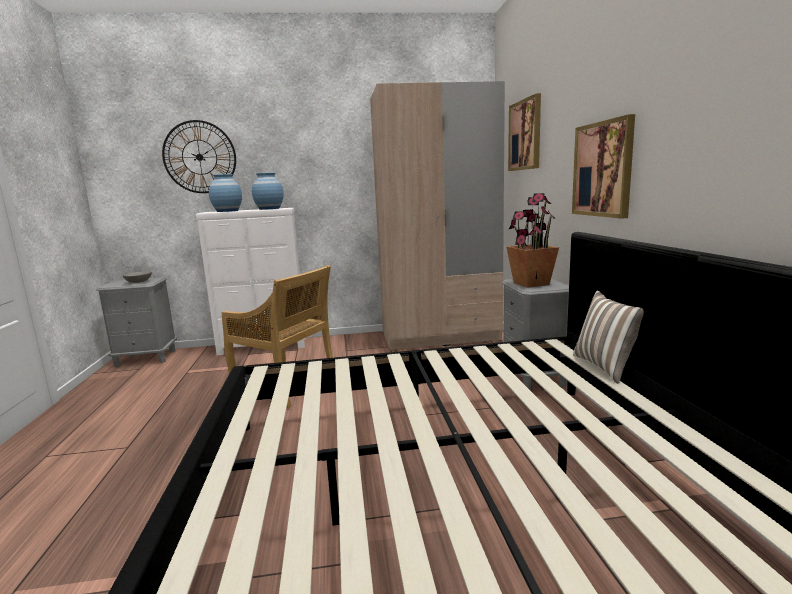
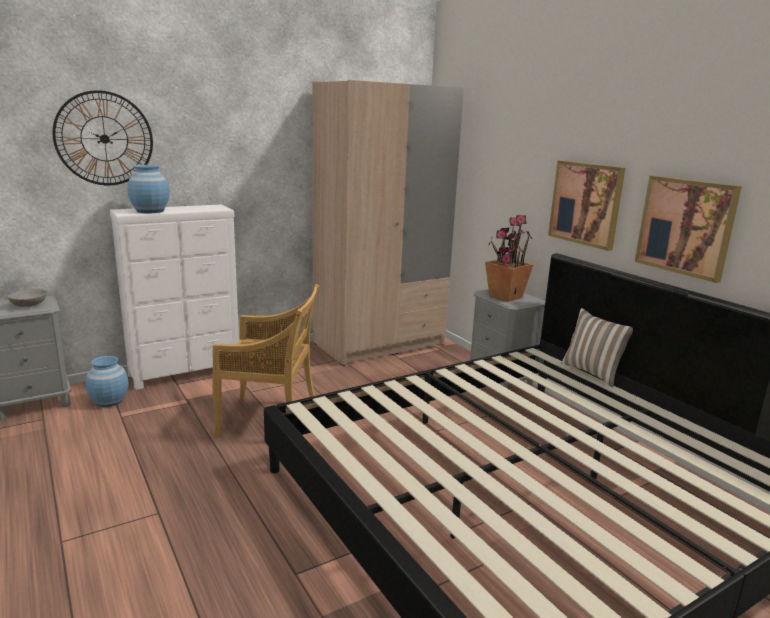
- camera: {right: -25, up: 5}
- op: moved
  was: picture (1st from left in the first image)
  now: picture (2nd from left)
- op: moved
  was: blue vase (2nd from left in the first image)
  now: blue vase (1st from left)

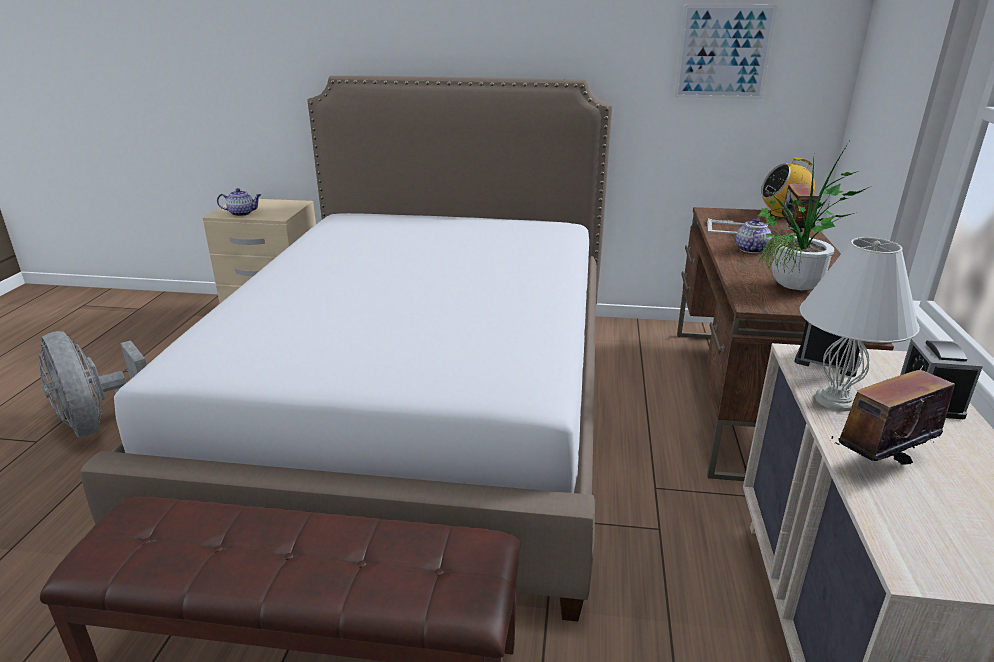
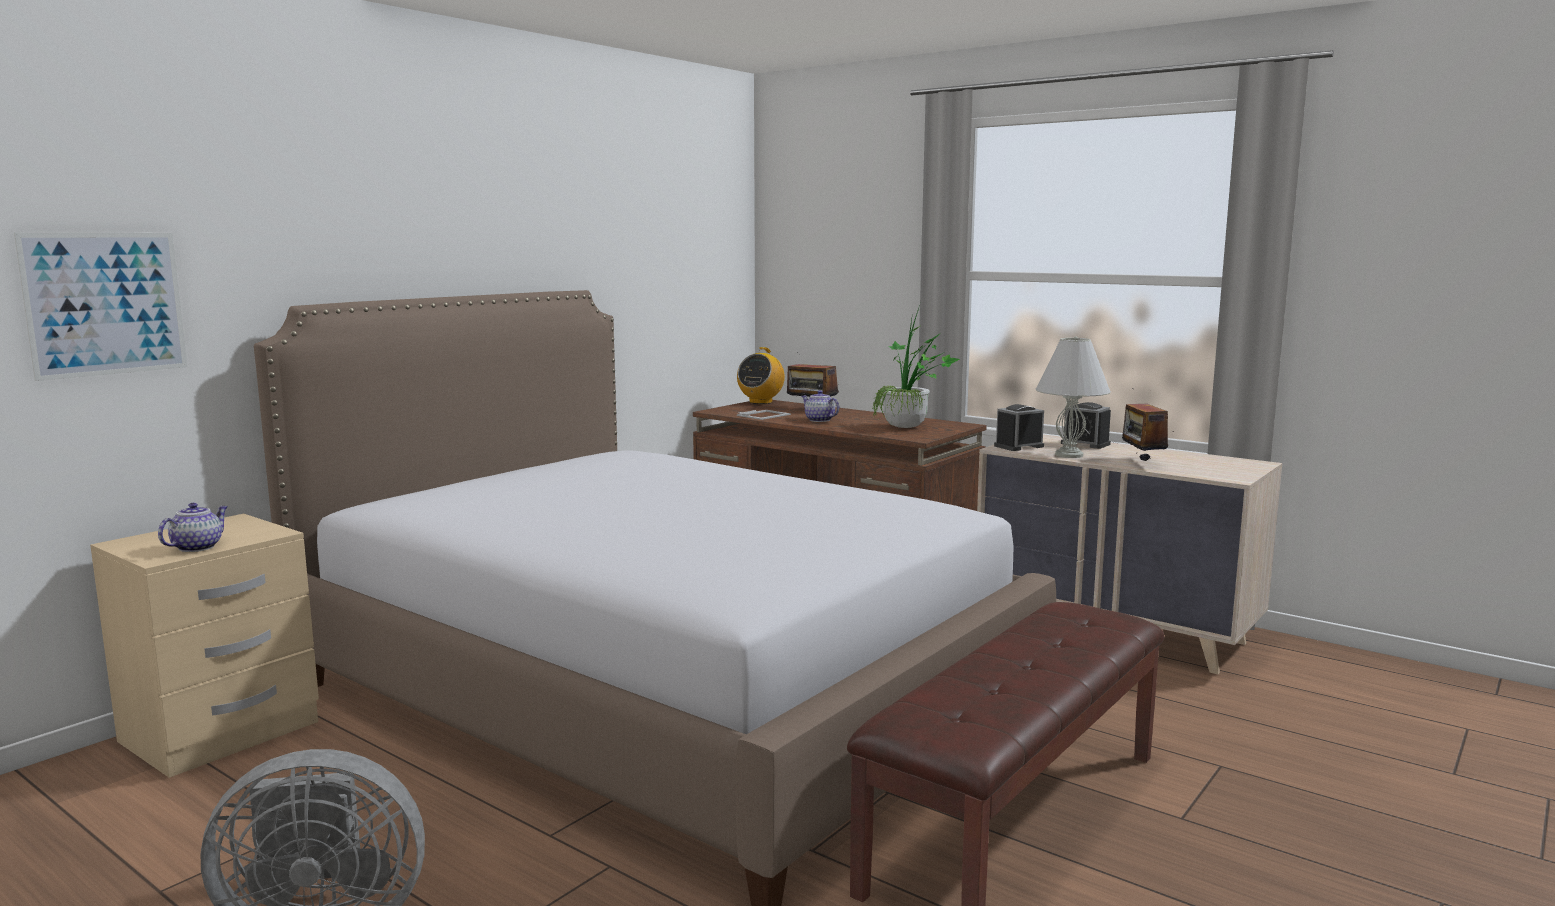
- camera: {right: -60, up: -15}
- op: moved
  was: picture

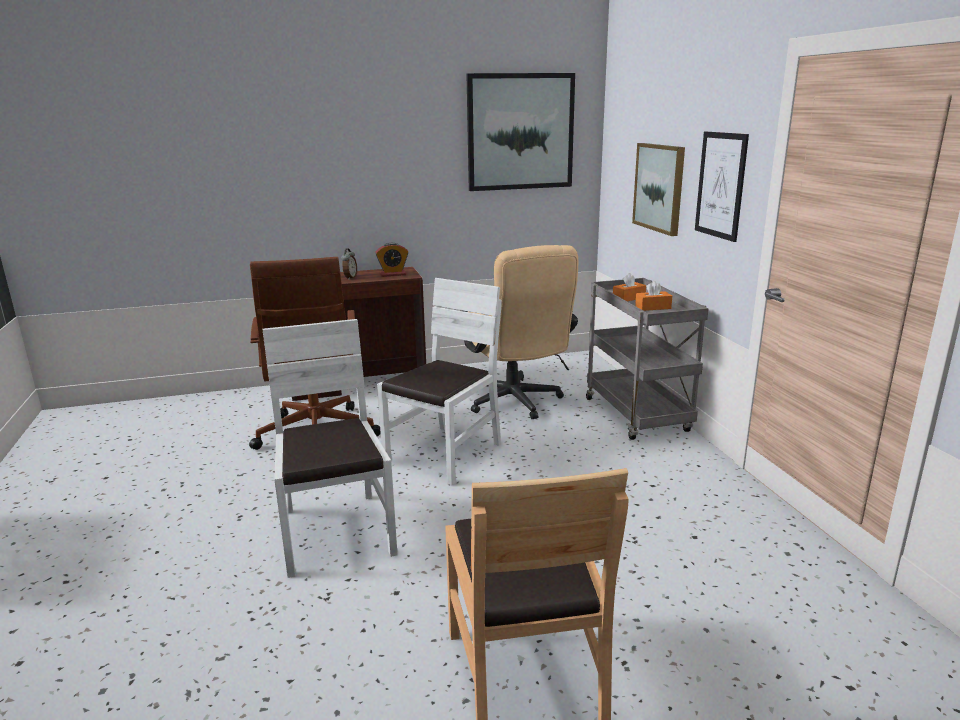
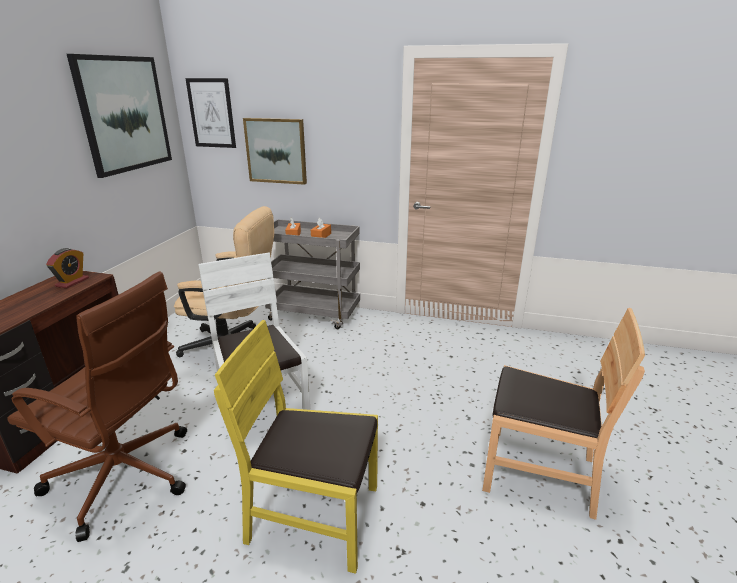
- camera: {right: -60, up: 5}
- op: moved
  was: picture (3rd from left in the first image)
  now: picture (2nd from left)
- op: removed
  was: alarm clock (1st from left)
- op: recoloured
  was: white chair (1st from left)
  now: yellow chair

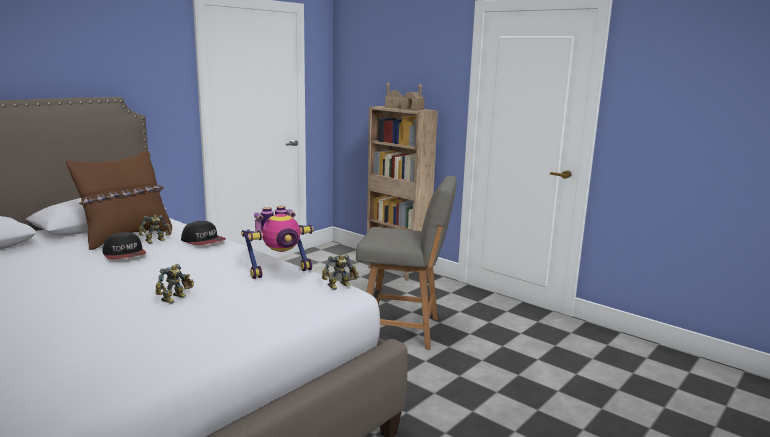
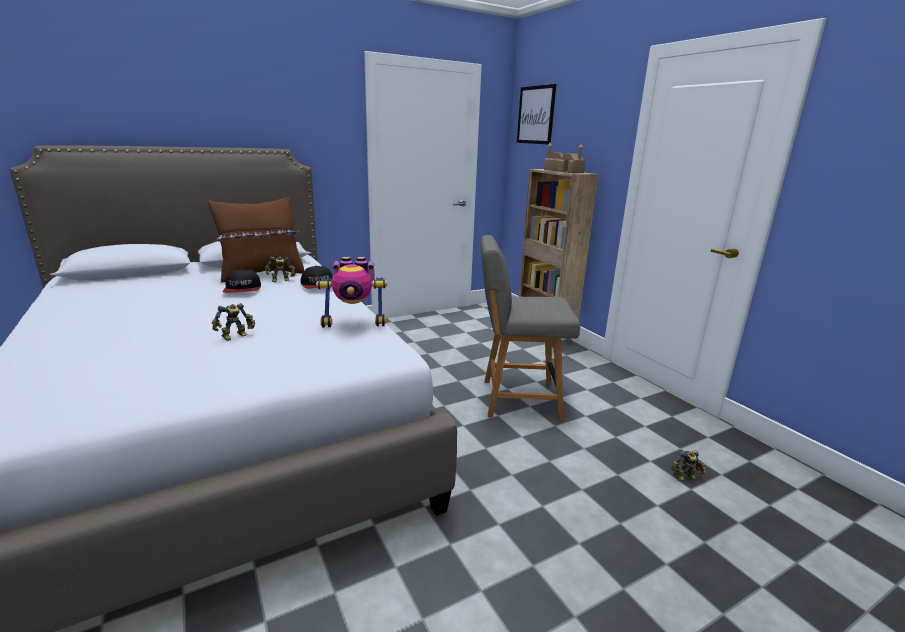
- camera: {right: 20, up: 5}
- op: turned
  was: grey chair
  clockwise: 150
- op: moved
  was: toy robot (4th from left)
- op: added
  now: picture

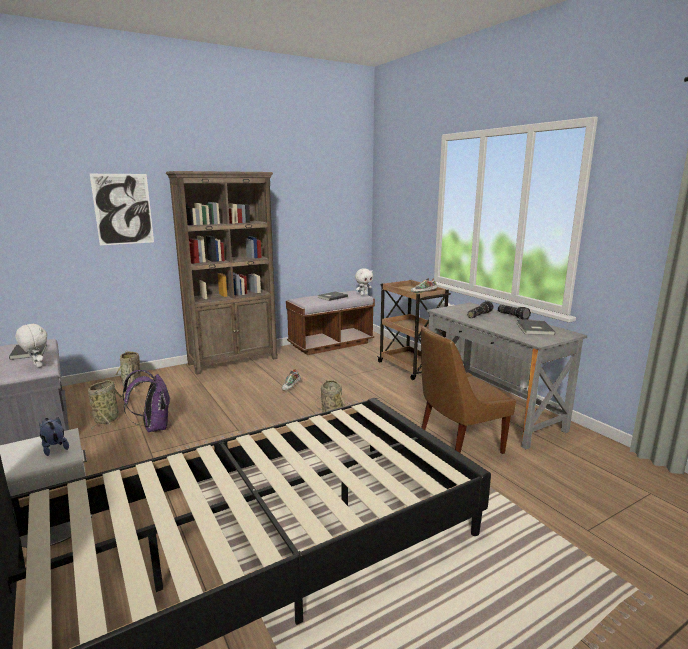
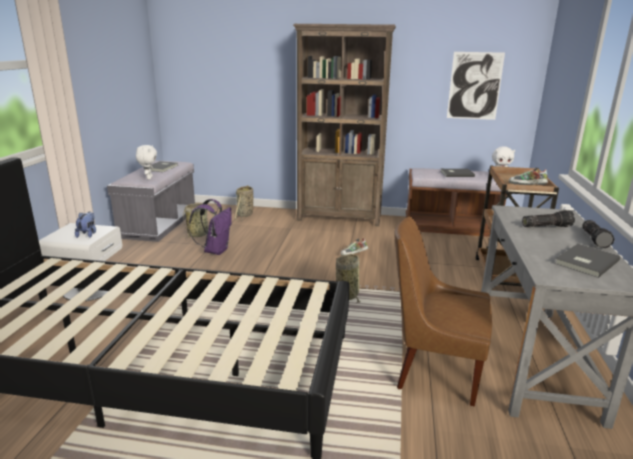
- camera: {right: 40, up: 5}
- op: moved
  was: picture

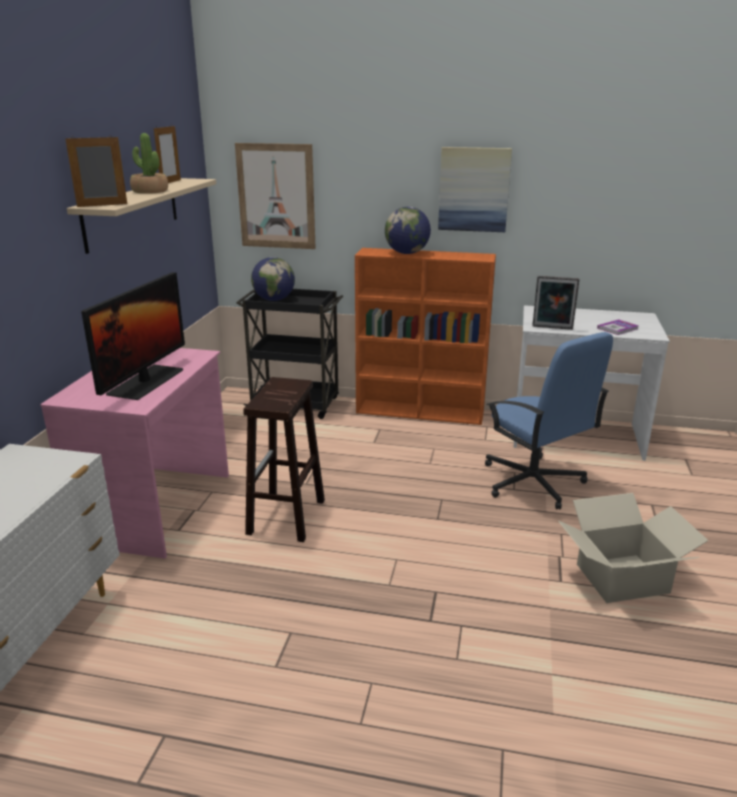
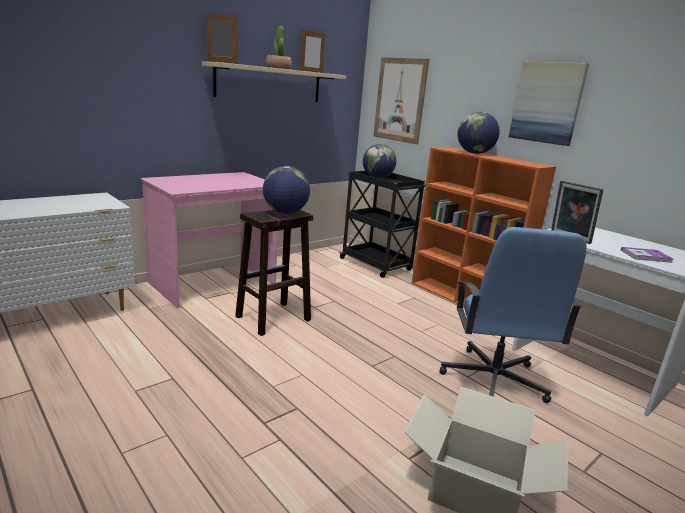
- camera: {right: 35, up: -5}
- op: removed
  was: monitor
- op: added
  now: globe (1st from left)

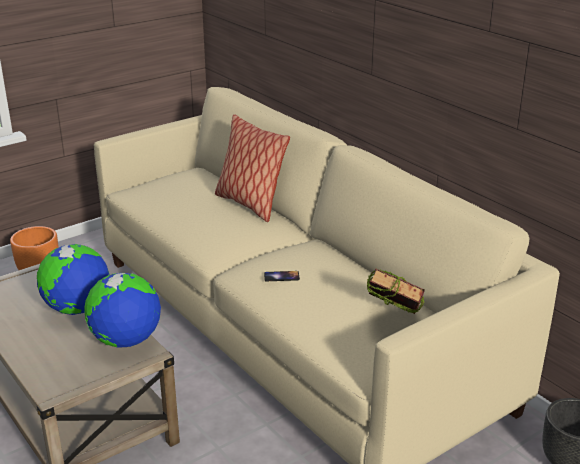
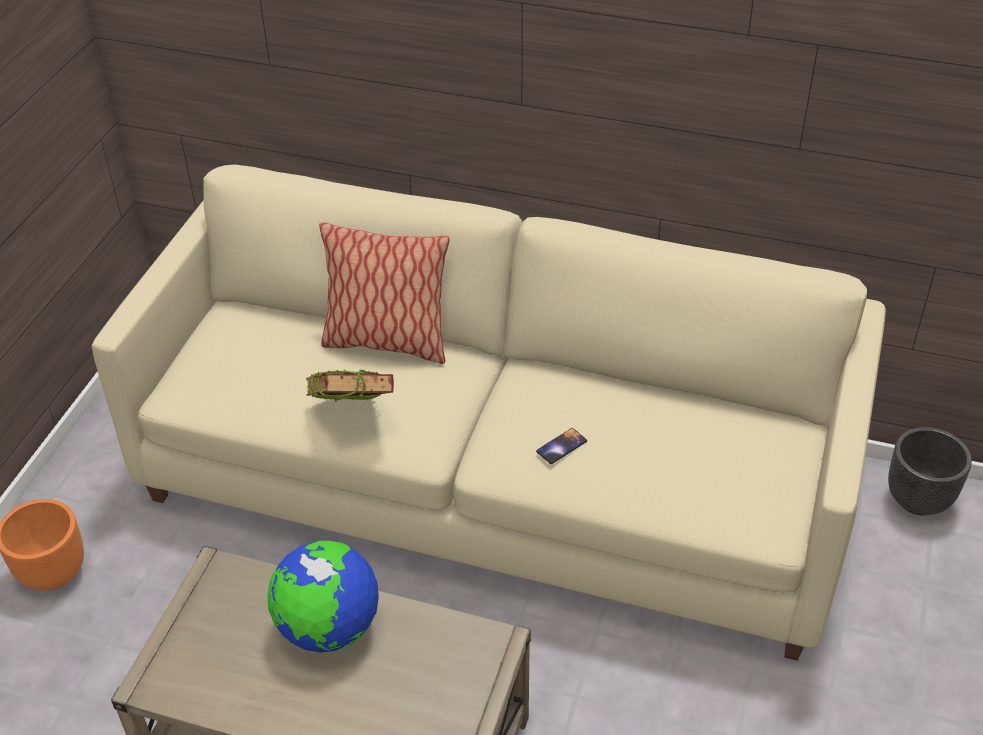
- camera: {right: -35, up: 15}
- op: moved
  was: book
- op: removed
  was: globe (2nd from left)

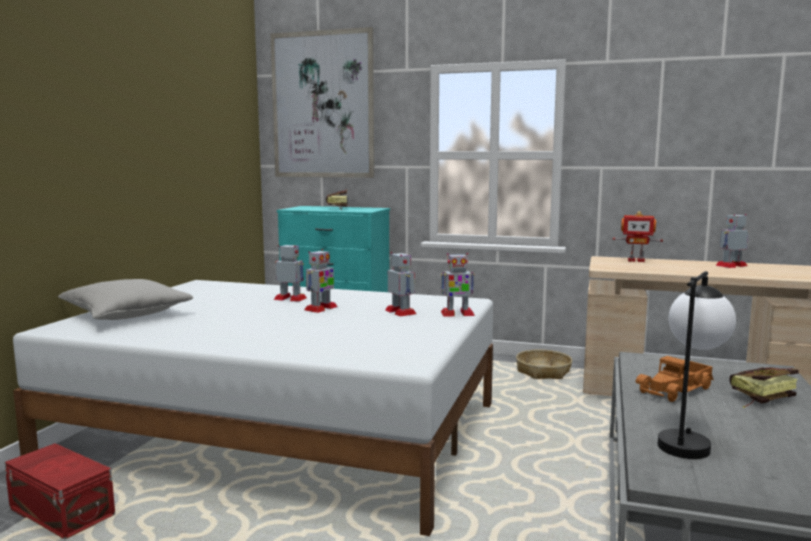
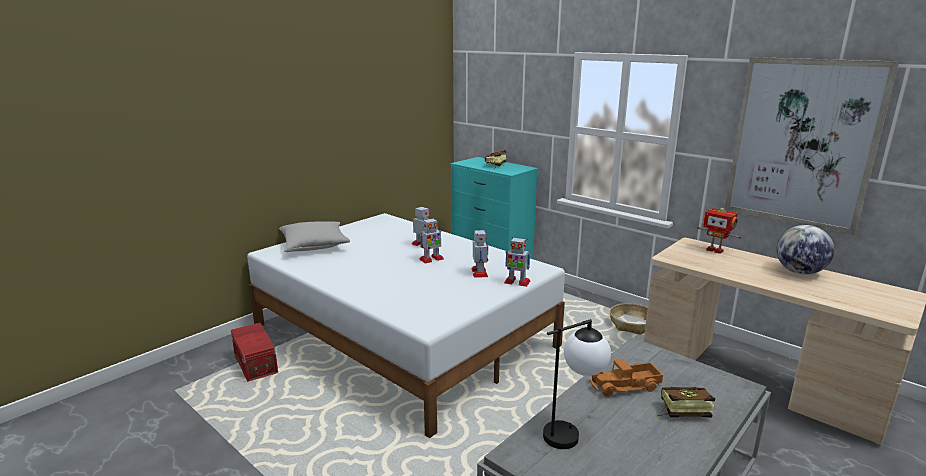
- camera: {right: 25, up: 10}
- op: moved
  was: picture
- op: replaced
  was: toy robot (6th from left)
  now: globe

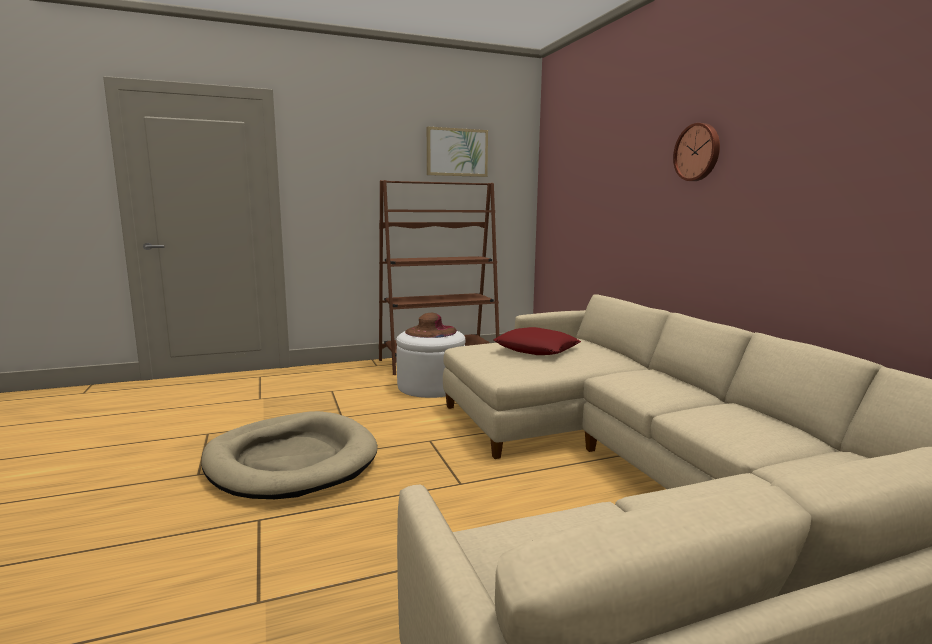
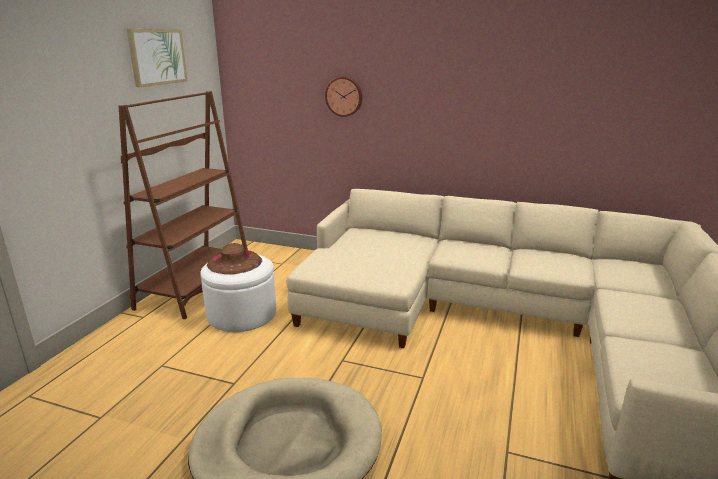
- camera: {right: -50, up: 10}
- op: moved
  was: wall clock
- op: removed
  was: red pillow

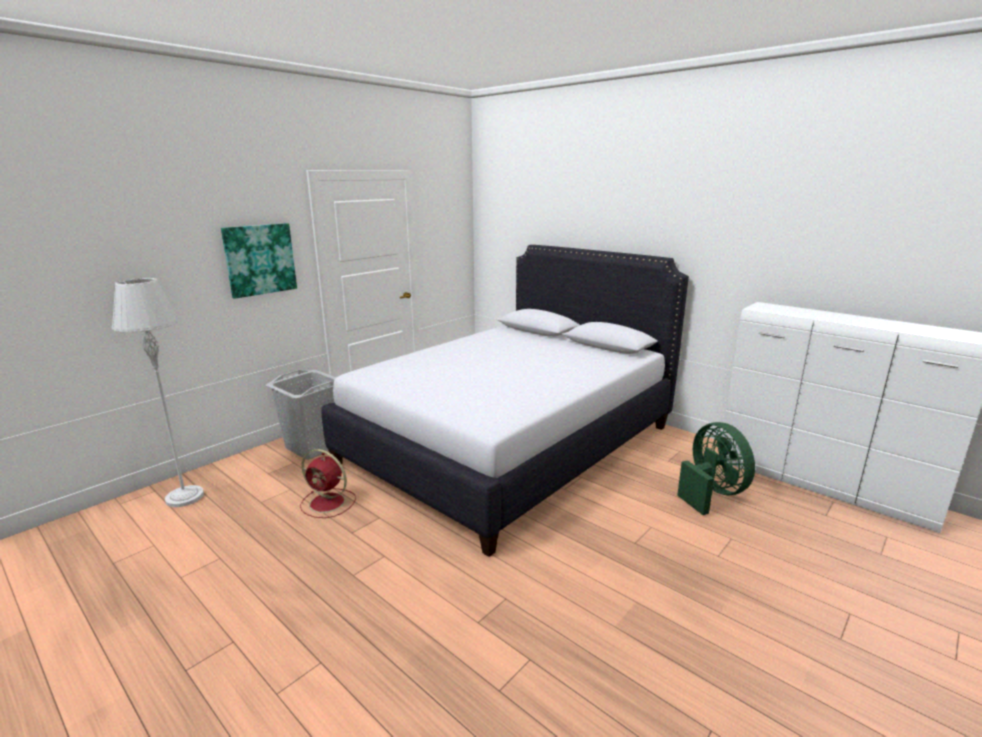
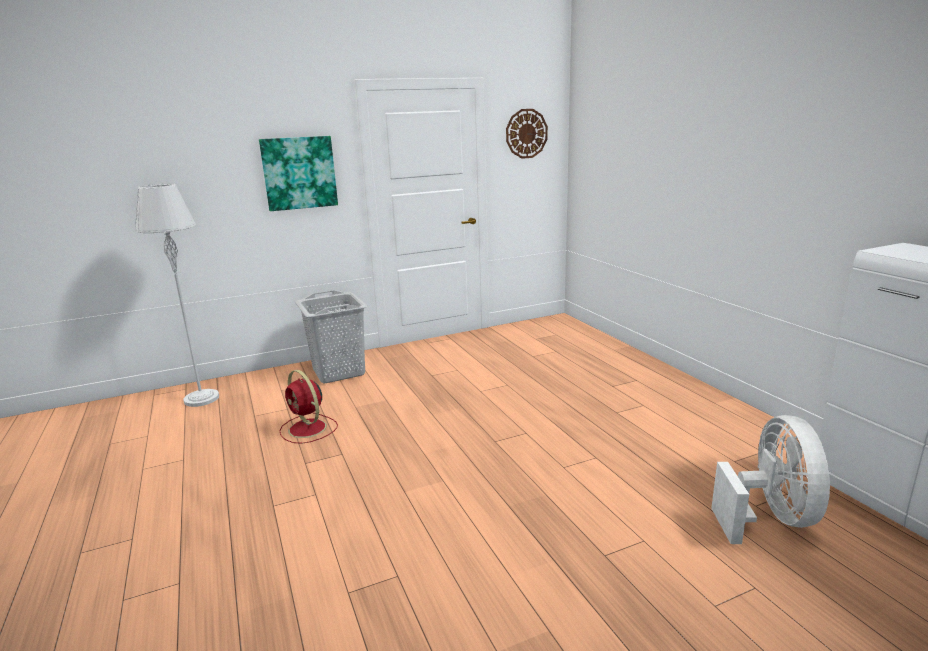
- camera: {right: 25, up: 0}
- op: removed
  was: white bed
- op: recoloured
  was: green fan
  now: white fan
- op: added
  now: wall clock

